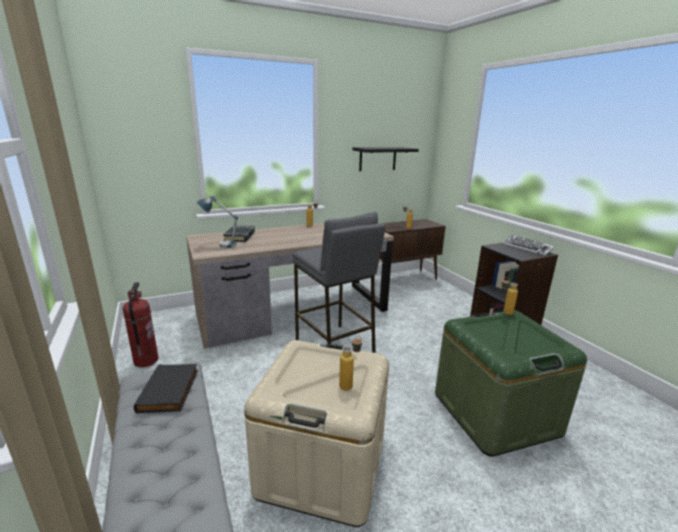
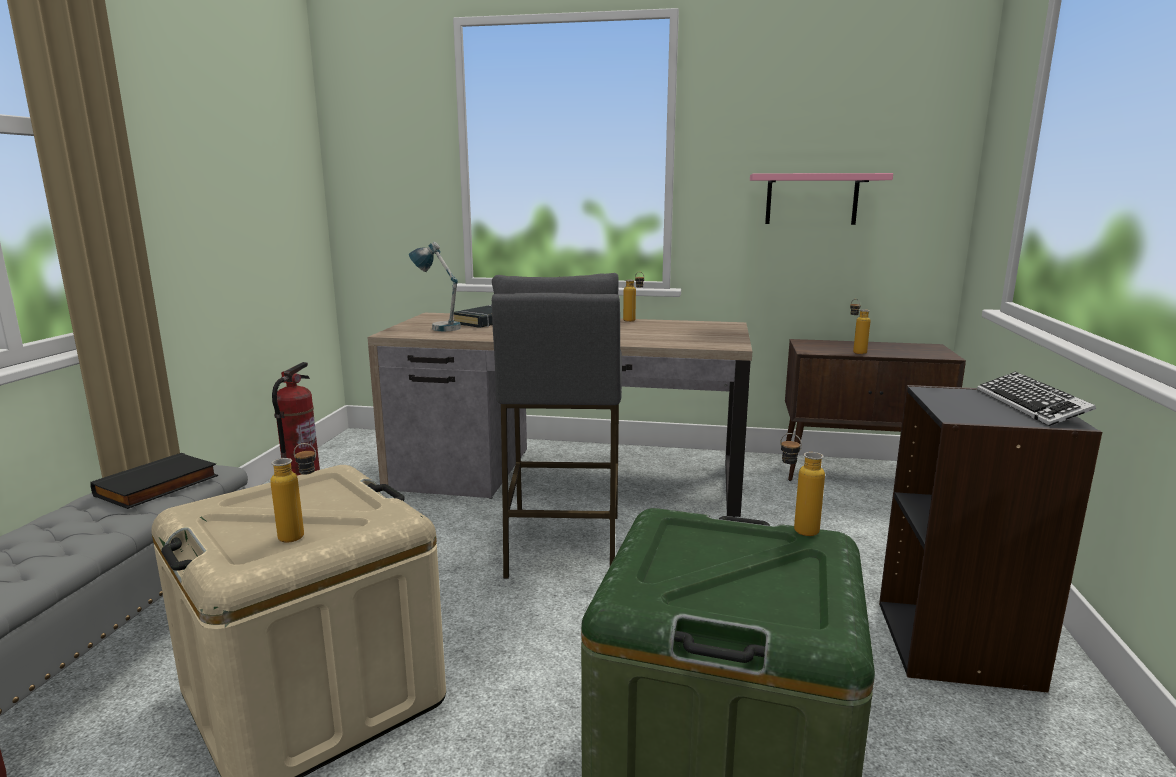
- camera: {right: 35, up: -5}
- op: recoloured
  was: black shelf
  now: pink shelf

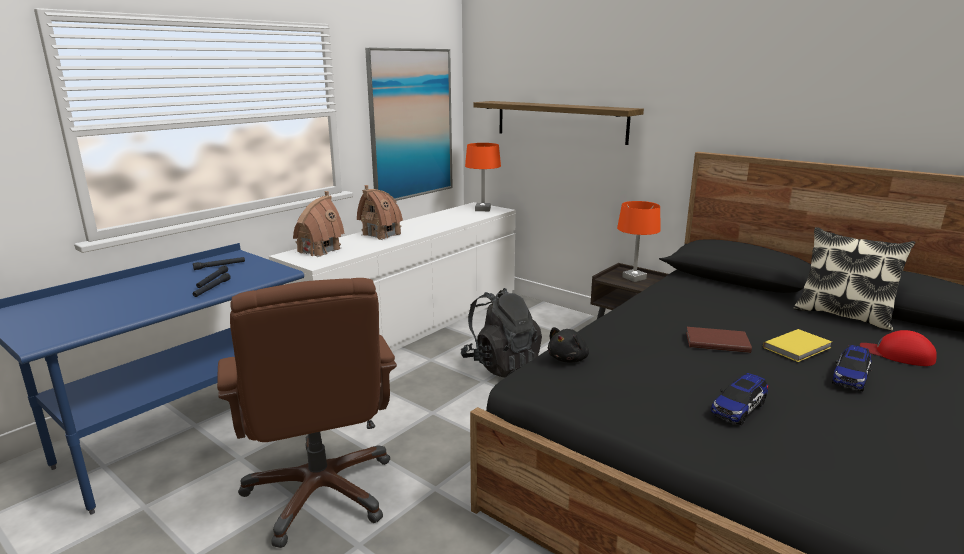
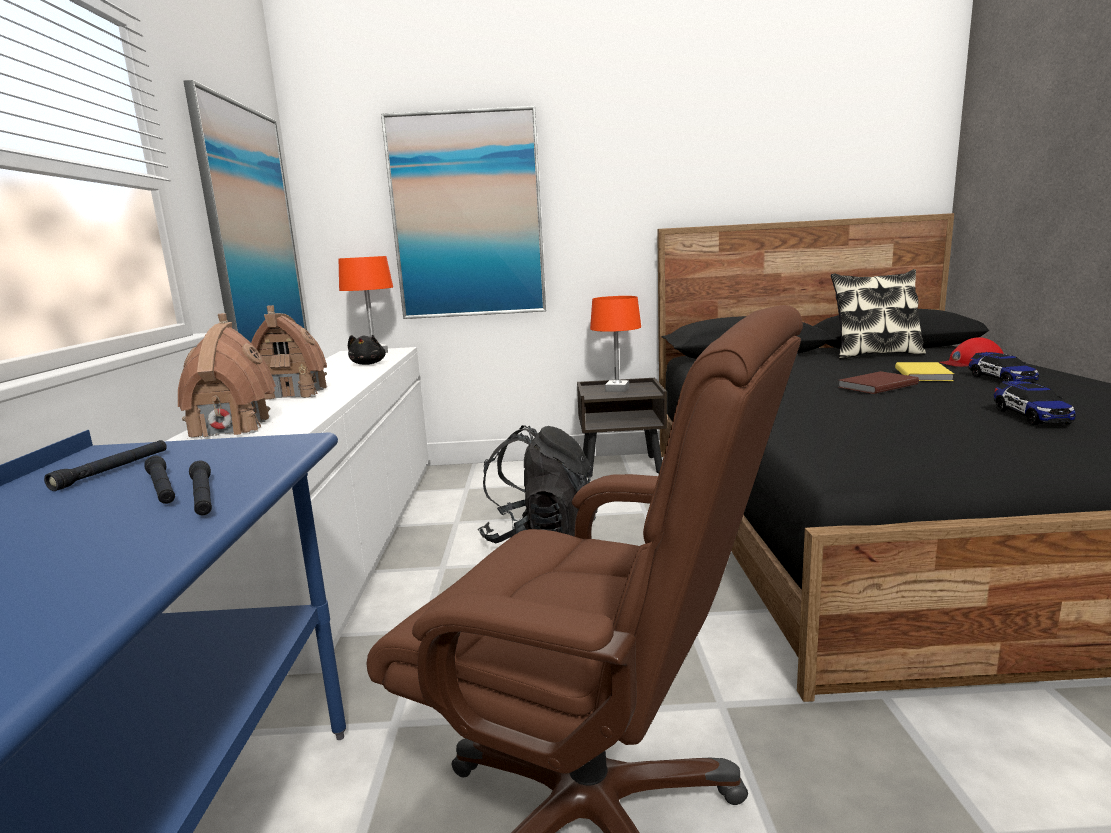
- camera: {right: -40, up: -5}
- op: replaced
  was: shelf
  now: picture (2nd from left)
- op: moved
  was: black plush toy

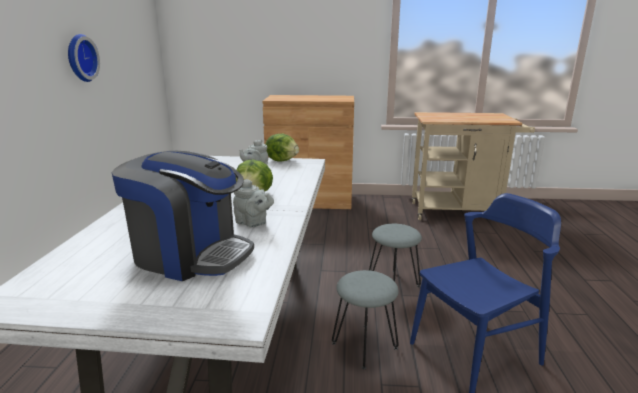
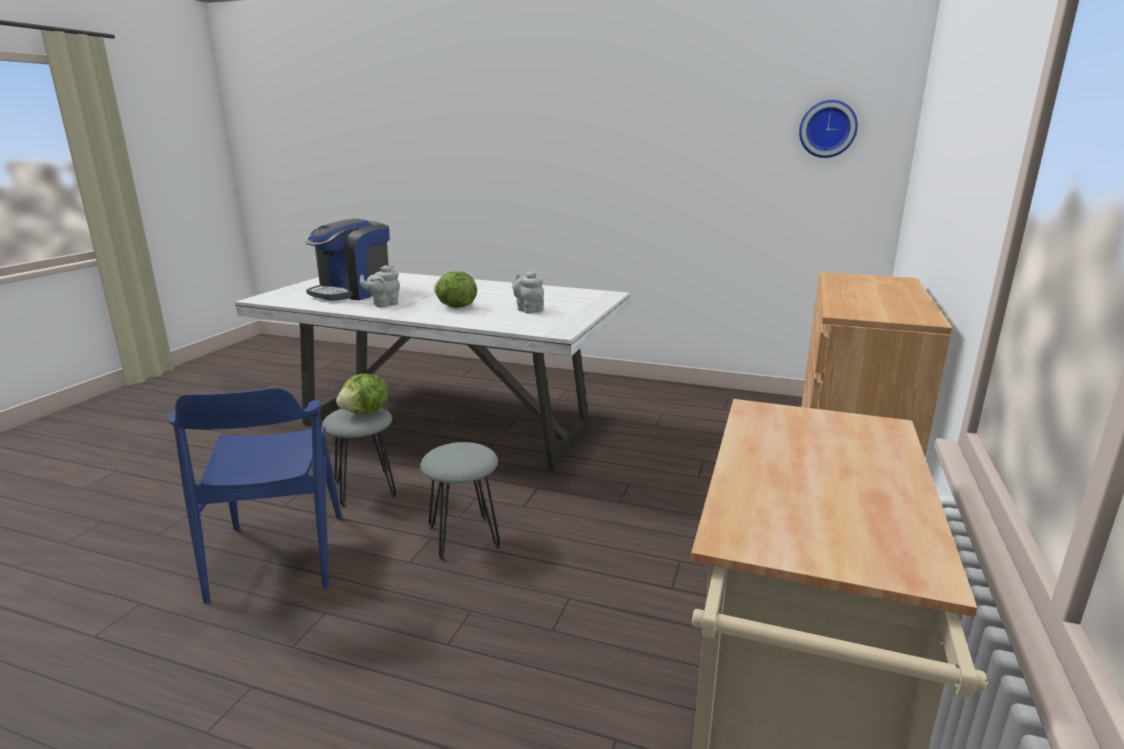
- camera: {right: 105, up: 0}
- op: moved
  was: wall clock
- op: moved
  was: lettuce (2nd from left in the first image)
  now: lettuce (1st from left)

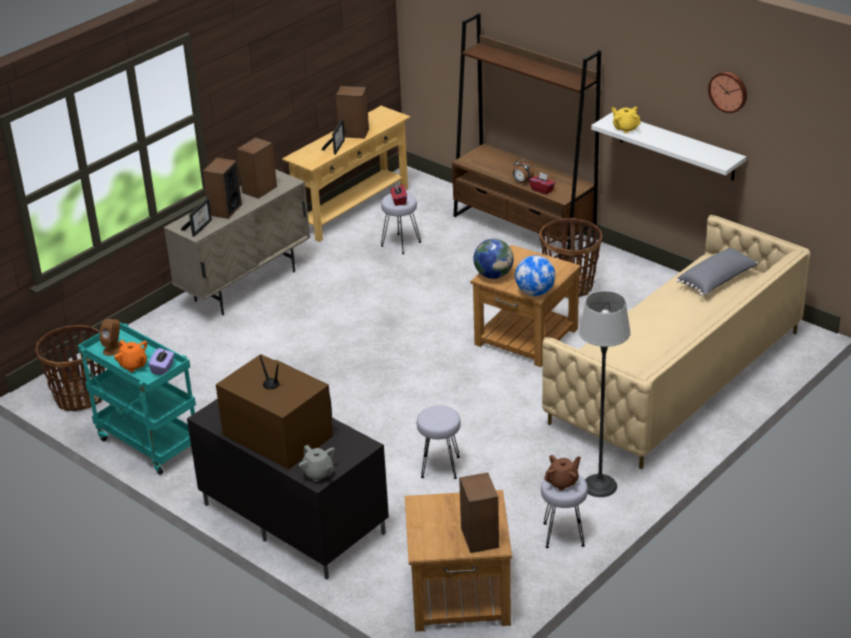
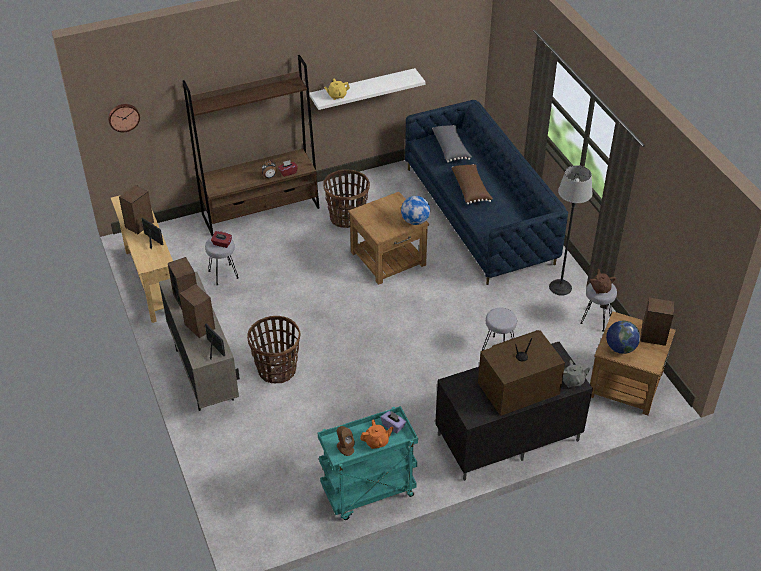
- camera: {right: -65, up: 10}
- op: moved
  was: wall clock
- op: recoloured
  was: beige sofa
  now: blue sofa
- op: moved
  was: globe (1st from left in the first image)
  now: globe (2nd from left)
- op: moved
  was: basket (1st from left)
- op: added
  now: brown pillow

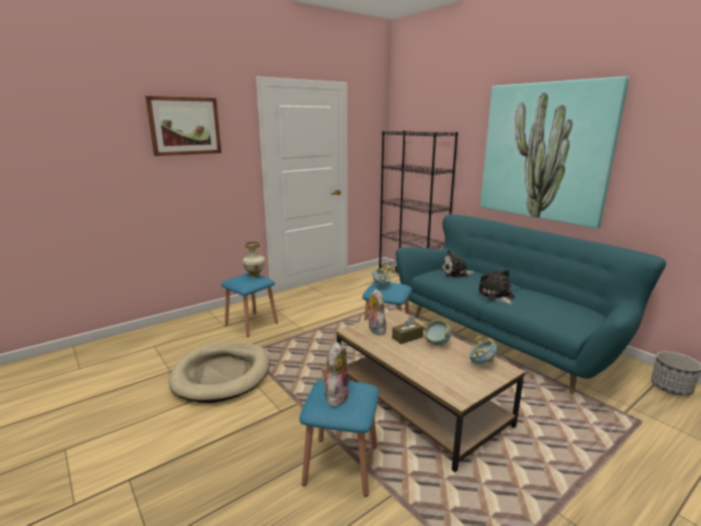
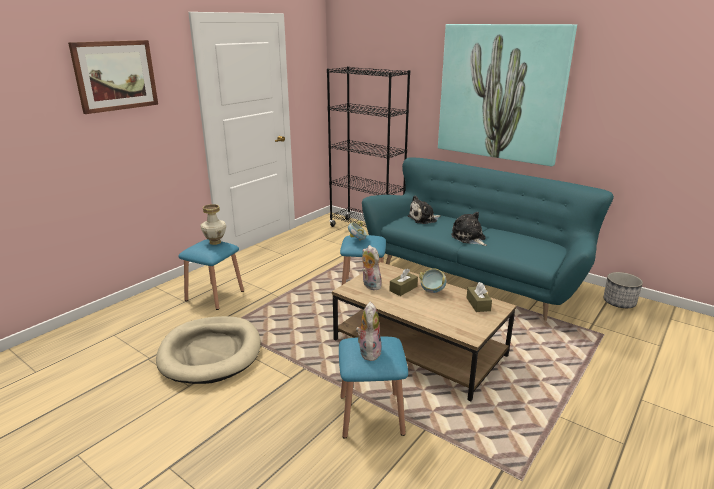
- camera: {right: -15, up: 5}
- op: replaced
  was: bowl (3rd from left)
  now: brown tissue box (2nd from left)

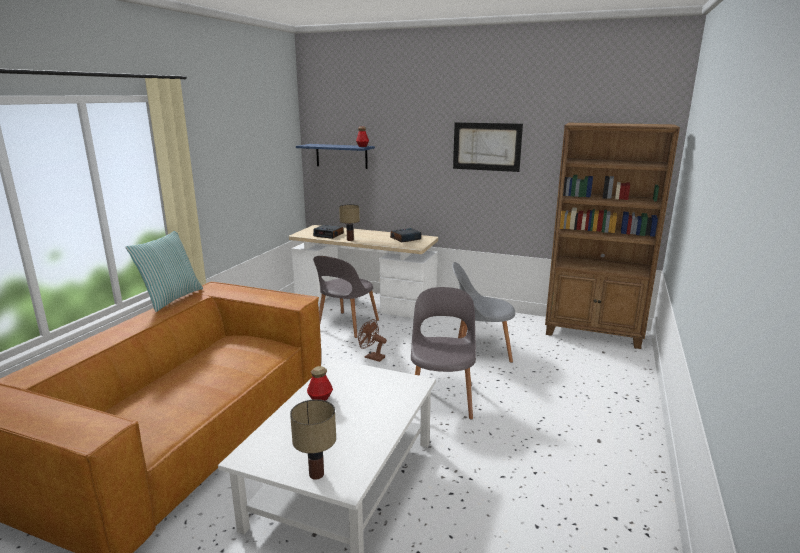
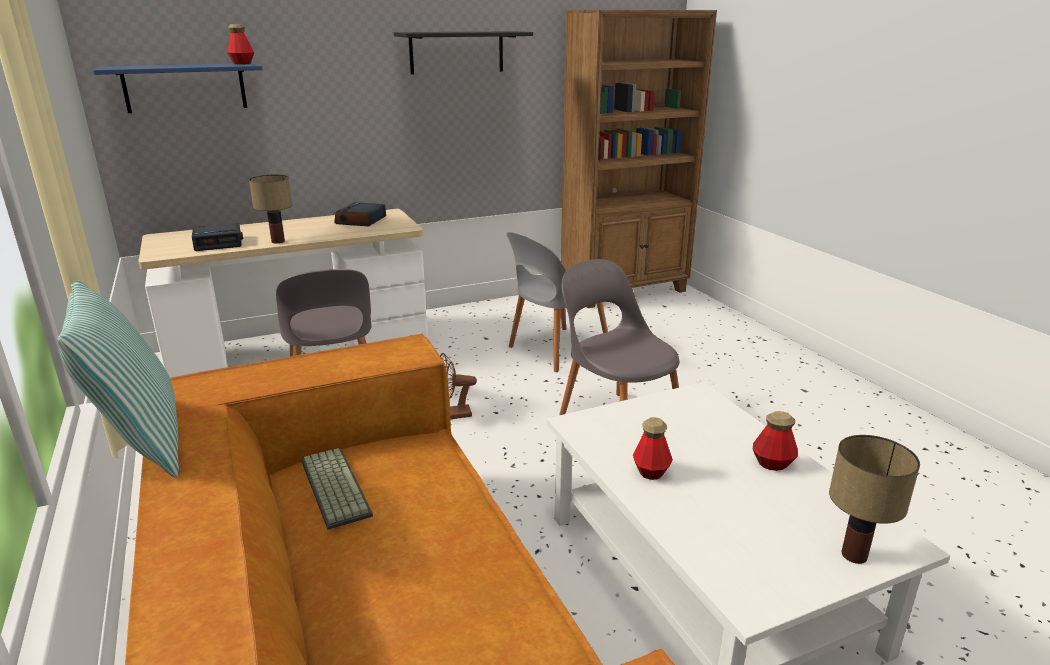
- camera: {right: -45, up: 5}
- op: replaced
  was: picture
  now: black shelf
- op: added
  now: bottle (3rd from left)
- op: added
  now: keyboard

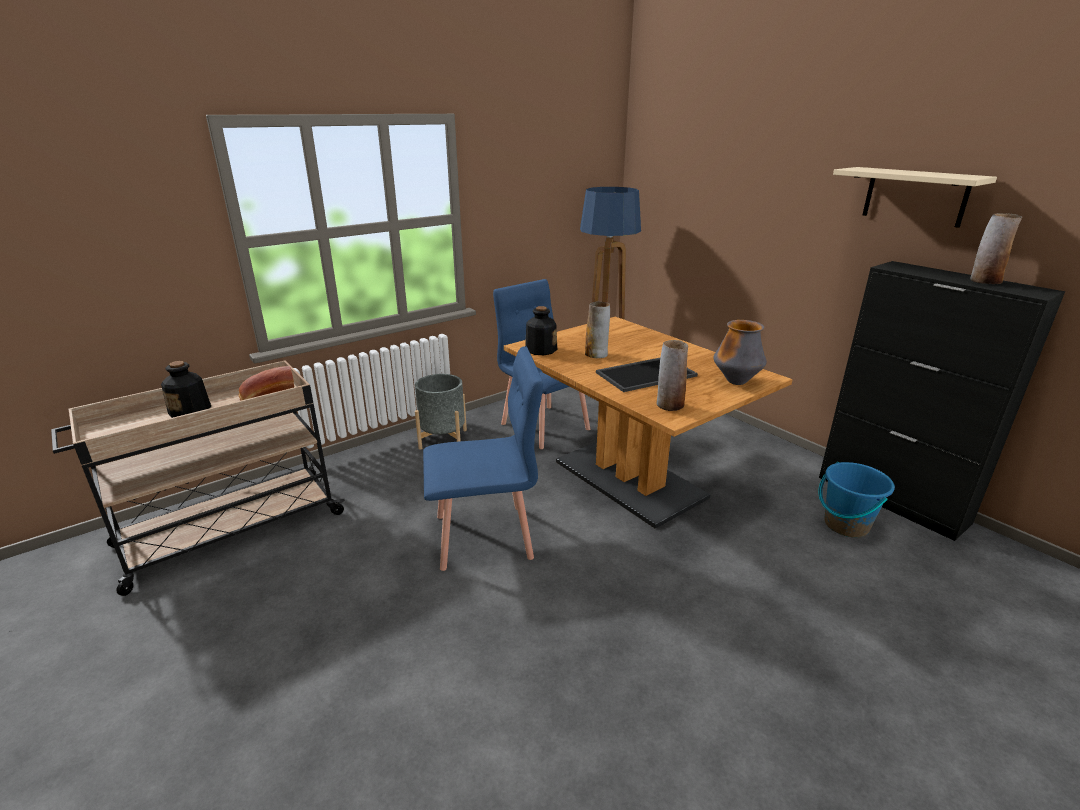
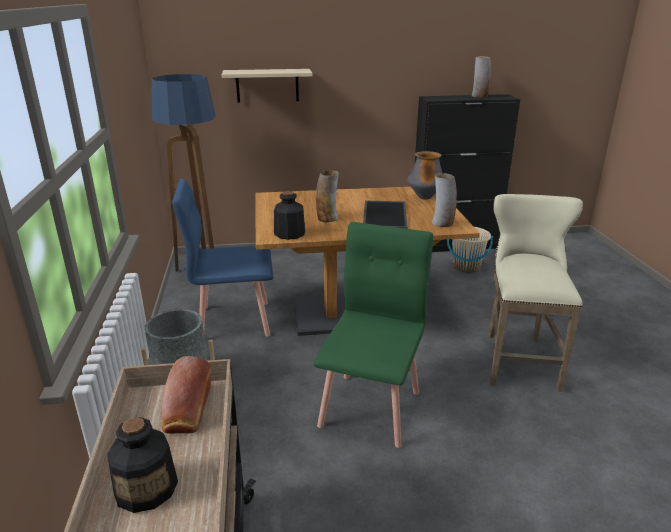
- camera: {right: -60, up: 0}
- op: moved
  was: beige shelf
- op: recoloured
  was: blue chair (1st from left)
  now: green chair
- op: recoloured
  was: blue bucket
  now: beige bucket
- op: added
  now: beige stool

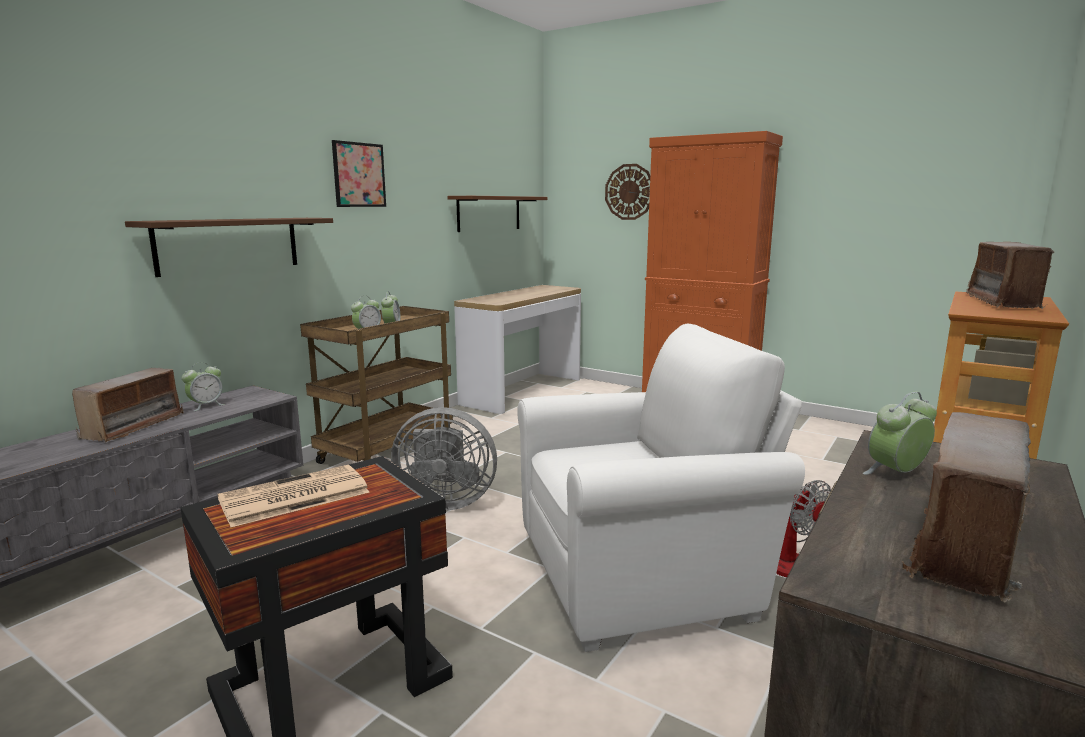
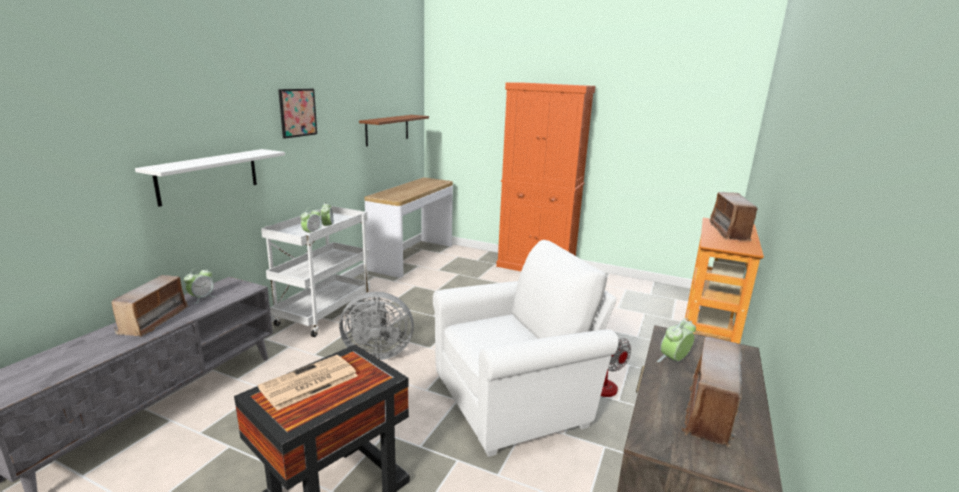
- camera: {right: -10, up: 5}
- op: removed
  was: wall clock
- op: recoloured
  was: brown shelf (1st from left)
  now: white shelf
- op: recoloured
  was: brown cart
  now: white cart

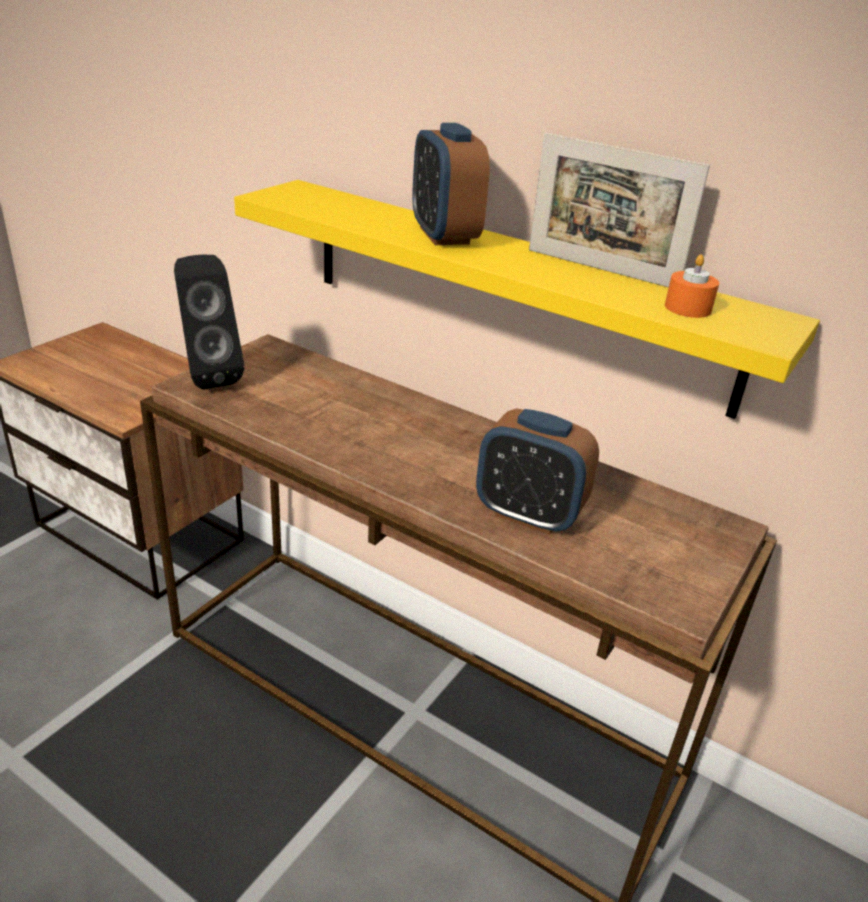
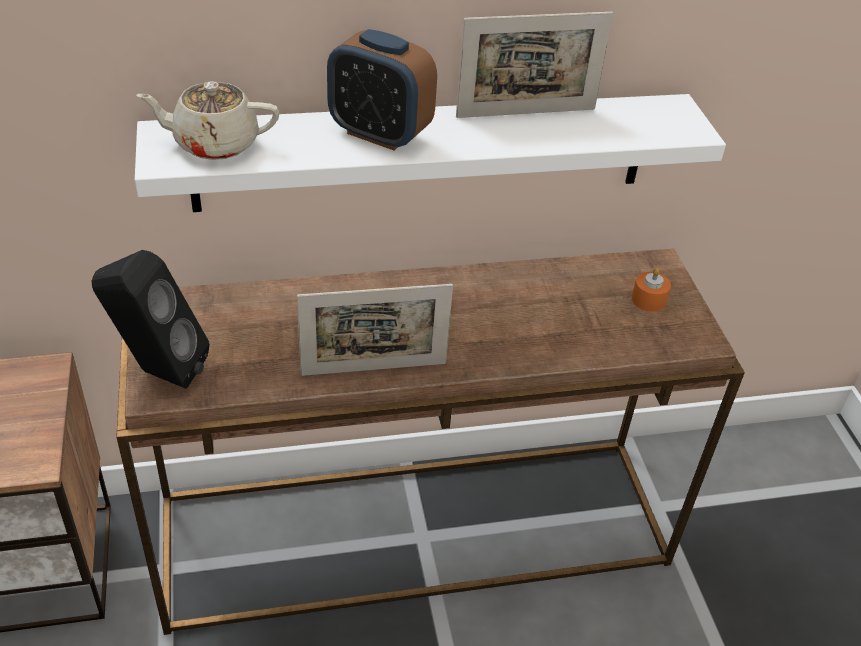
- camera: {right: -45, up: 10}
- op: recoloured
  was: yellow shelf
  now: white shelf
- op: moved
  was: orange candle
- op: removed
  was: alarm clock (2nd from left)
- op: added
  now: beige teapot
- op: added
  now: picture frame (1st from left)

